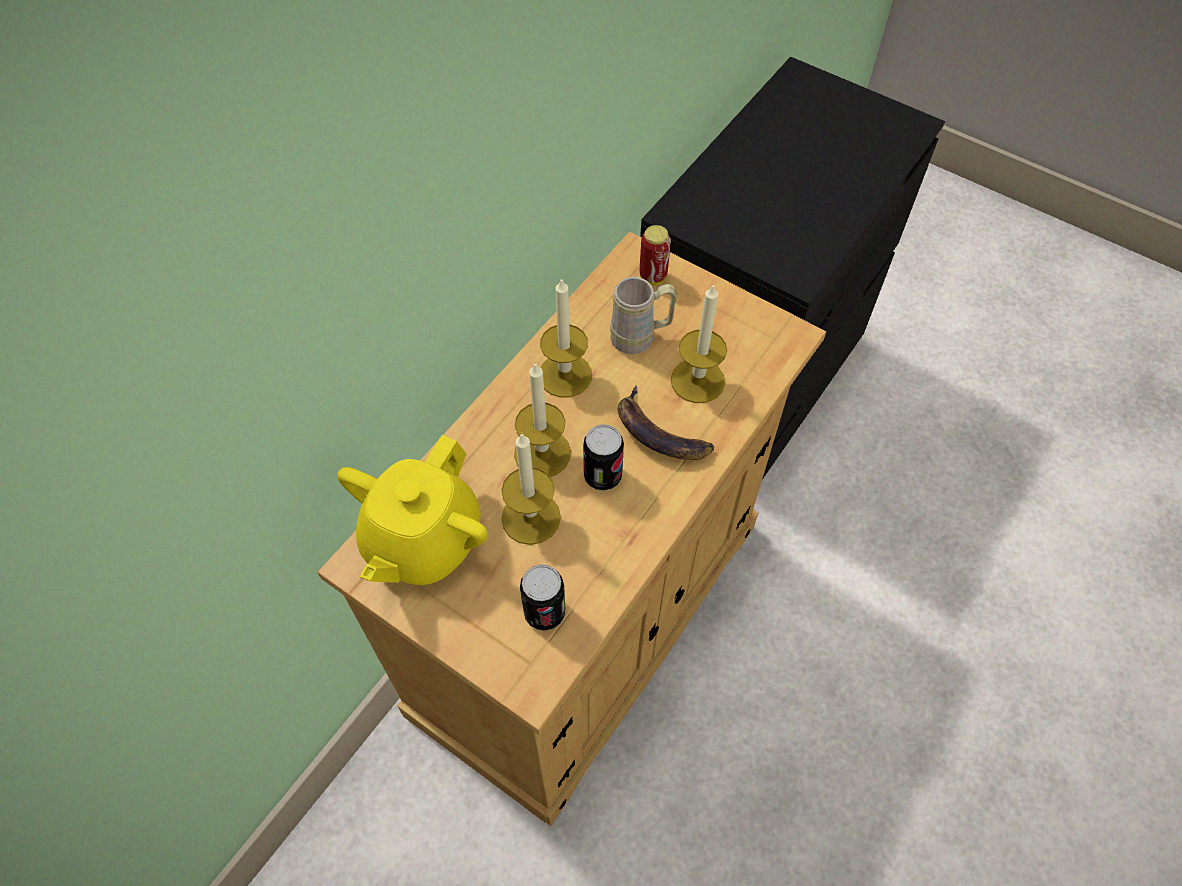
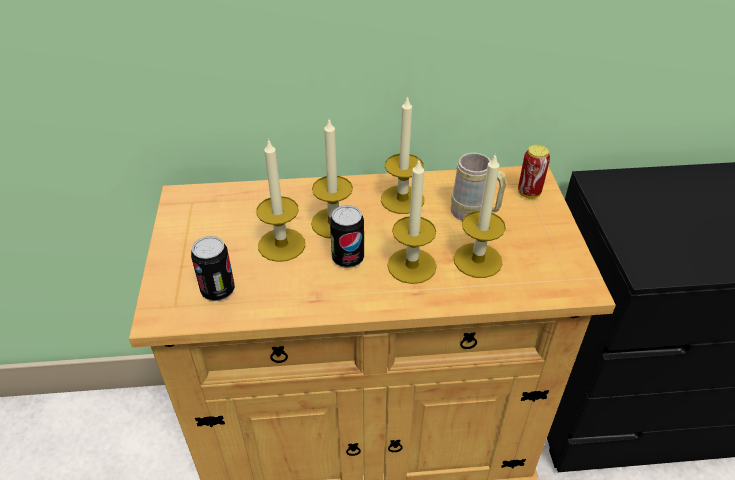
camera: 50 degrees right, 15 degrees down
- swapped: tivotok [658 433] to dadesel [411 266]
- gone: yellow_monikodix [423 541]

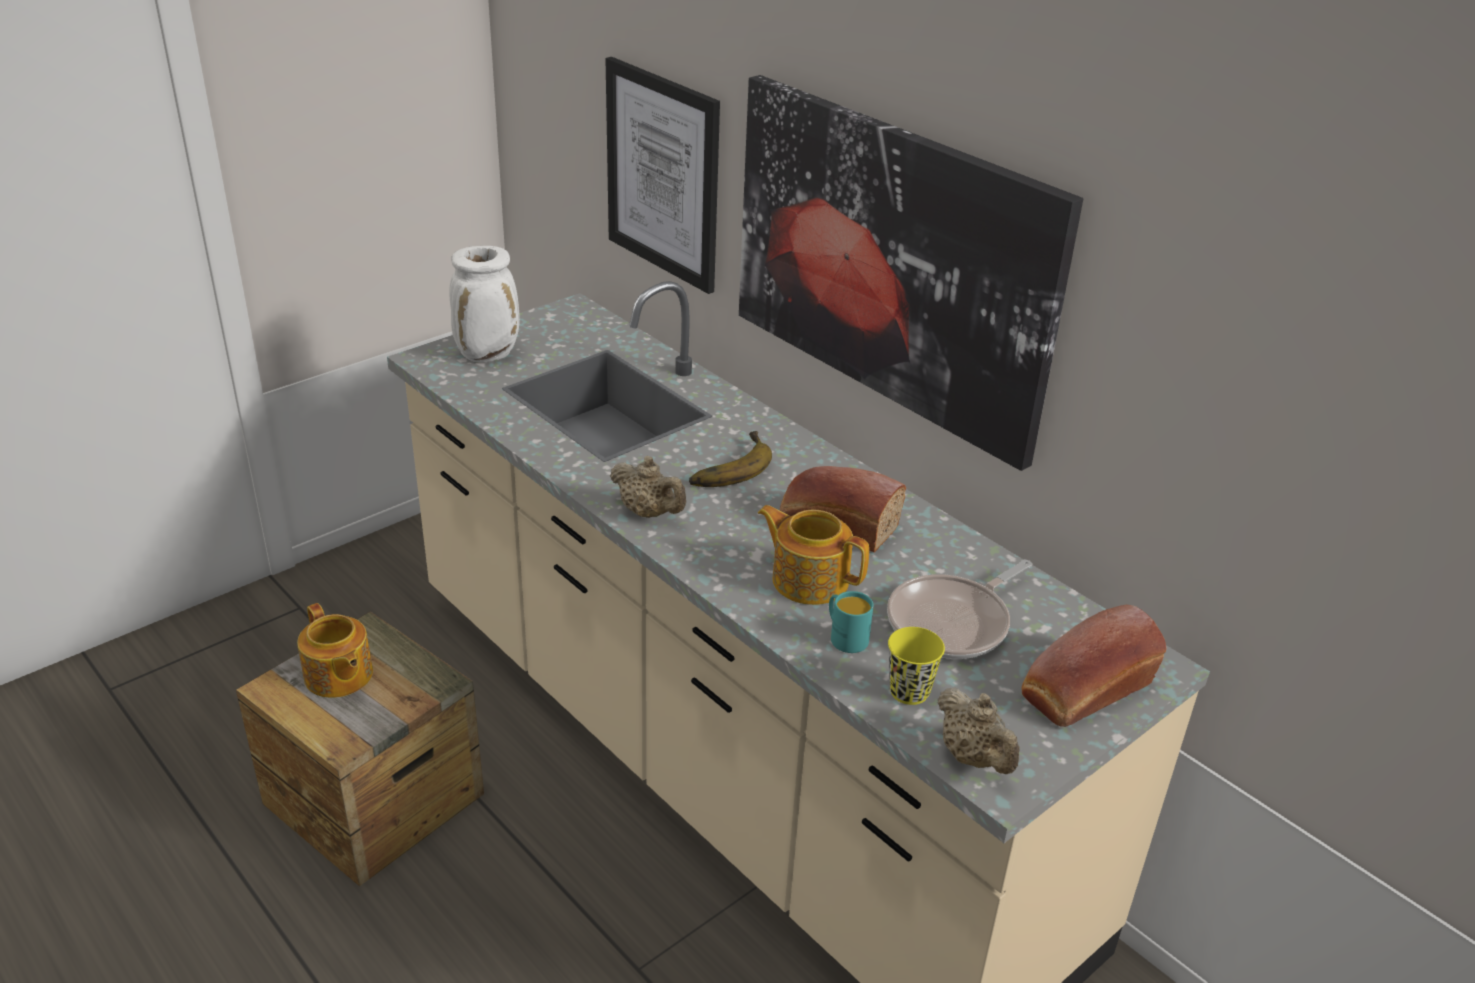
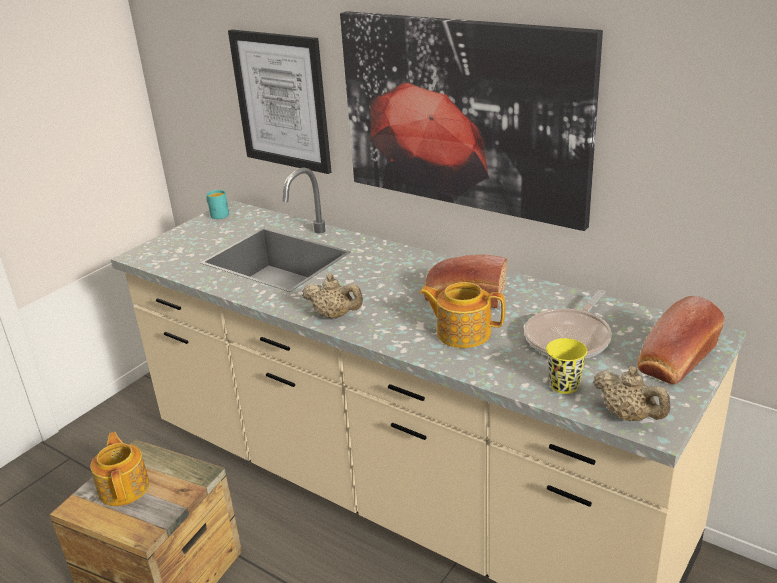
camera: 10 degrees left, 5 degrees down
- rotated: monikodix [338 676] = [125 487] 150 degrees counterclockwise
- shifted: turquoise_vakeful [844 637] to [217 214]
- gone: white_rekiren [488 354]
- gone: tivotok [726 466]

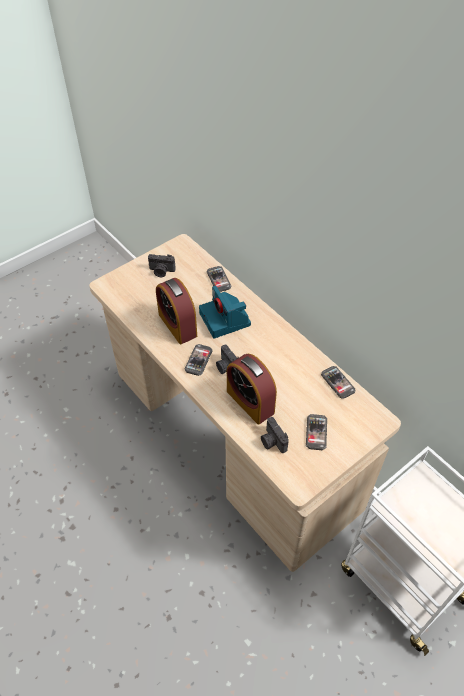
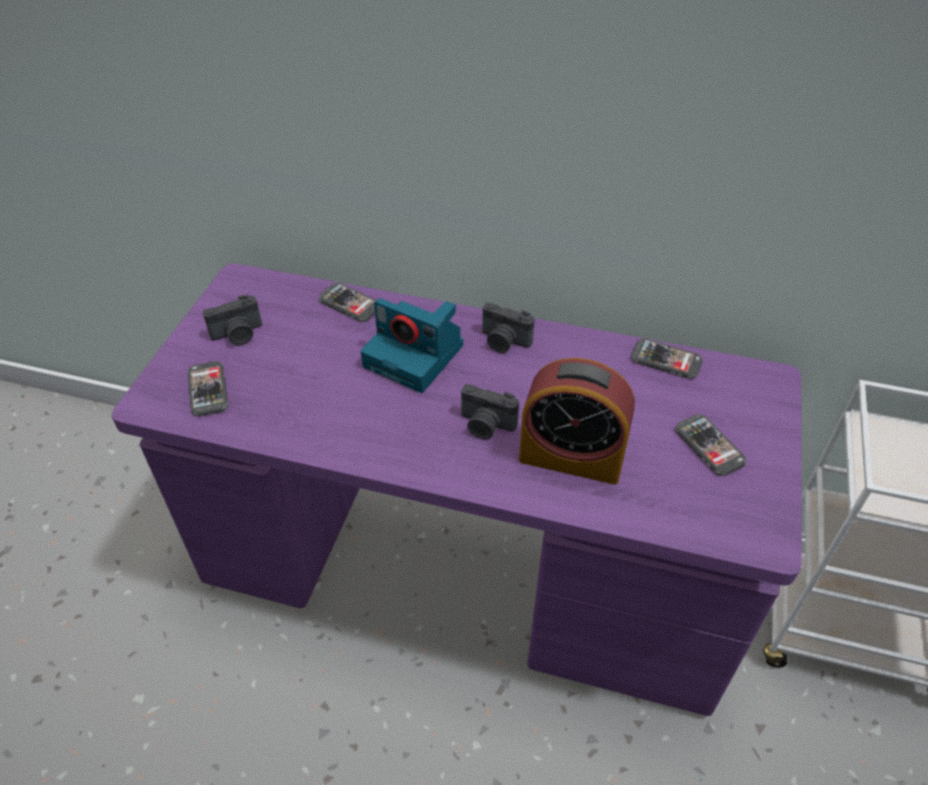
camera: 35 degrees left, 5 degrees down
- repainted: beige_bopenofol [232 439] to purple_bopenofol [464 574]
- shifted: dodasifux [198 360] to [208 390]
- shifted: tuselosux [272 442] to [503 342]
- gone: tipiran [177 325]

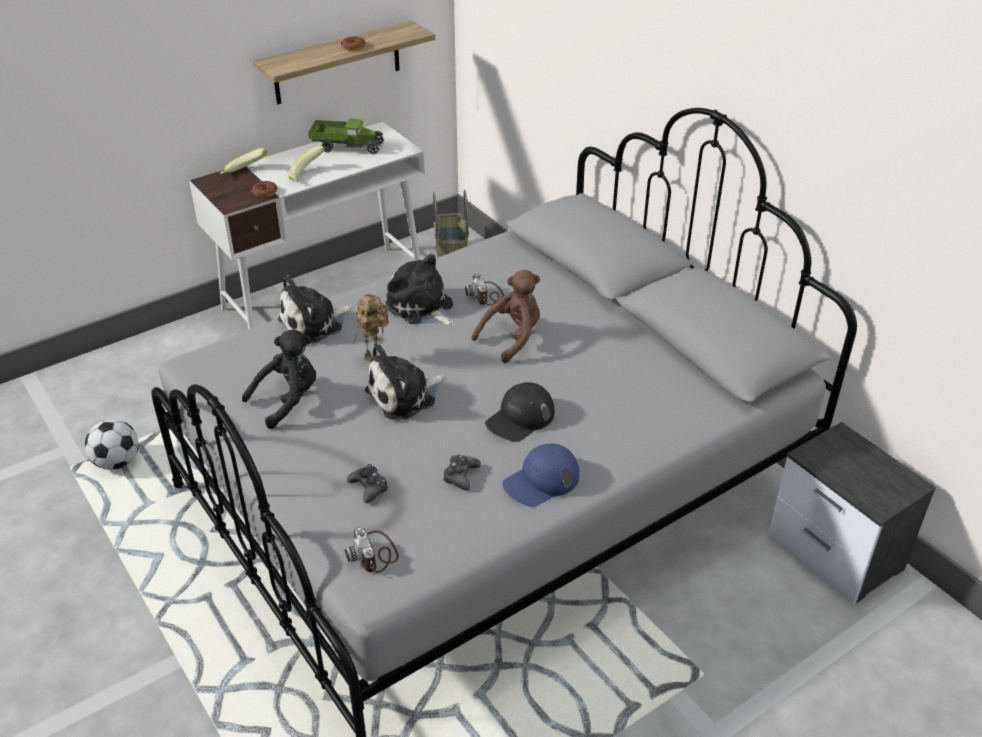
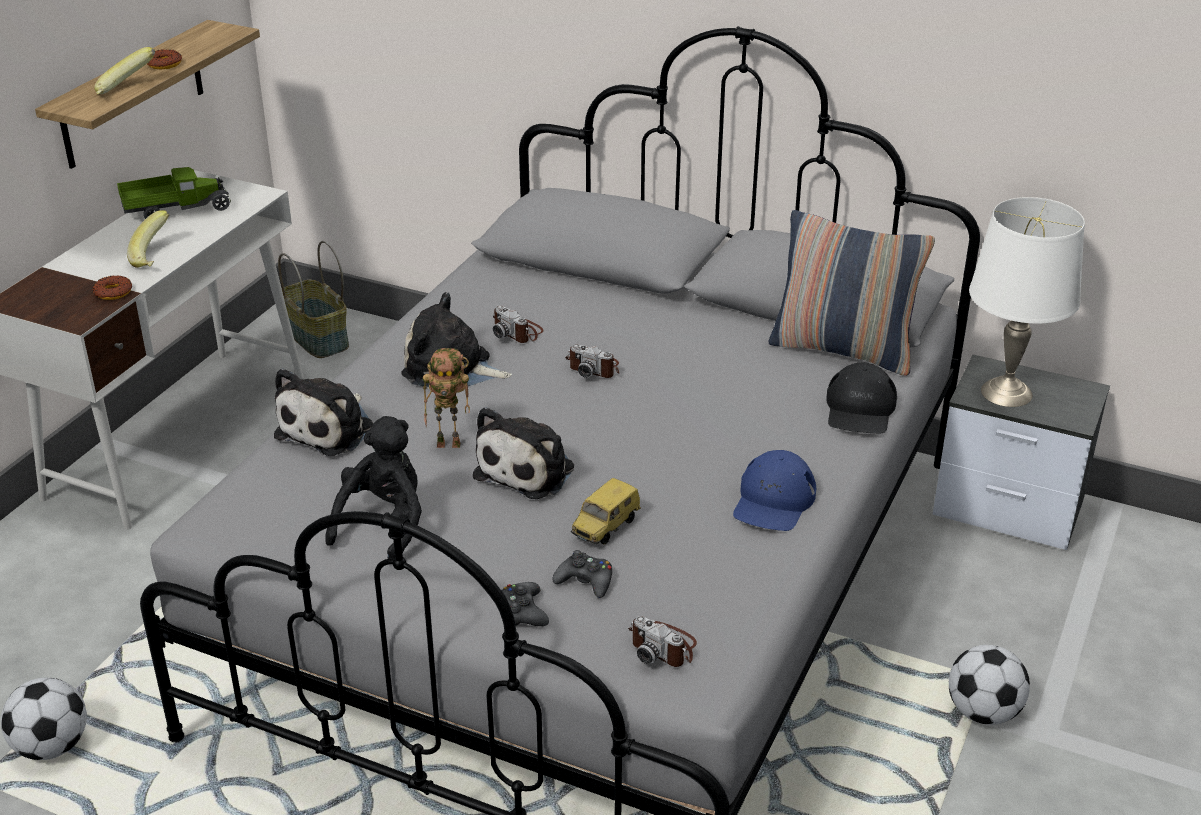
camera: 30 degrees left, 5 degrees down
- shifted: tivotok [245 173] to [126 91]
- shifted: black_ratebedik [461 476] to [523 612]
- swapped: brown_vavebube [512 338] to tuselosux [594 367]
- new: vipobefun [606 528]
- new: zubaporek [843 350]
- shifted: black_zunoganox [520 418] to [860 409]
- new: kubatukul [983 712]
- new: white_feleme [1007 393]

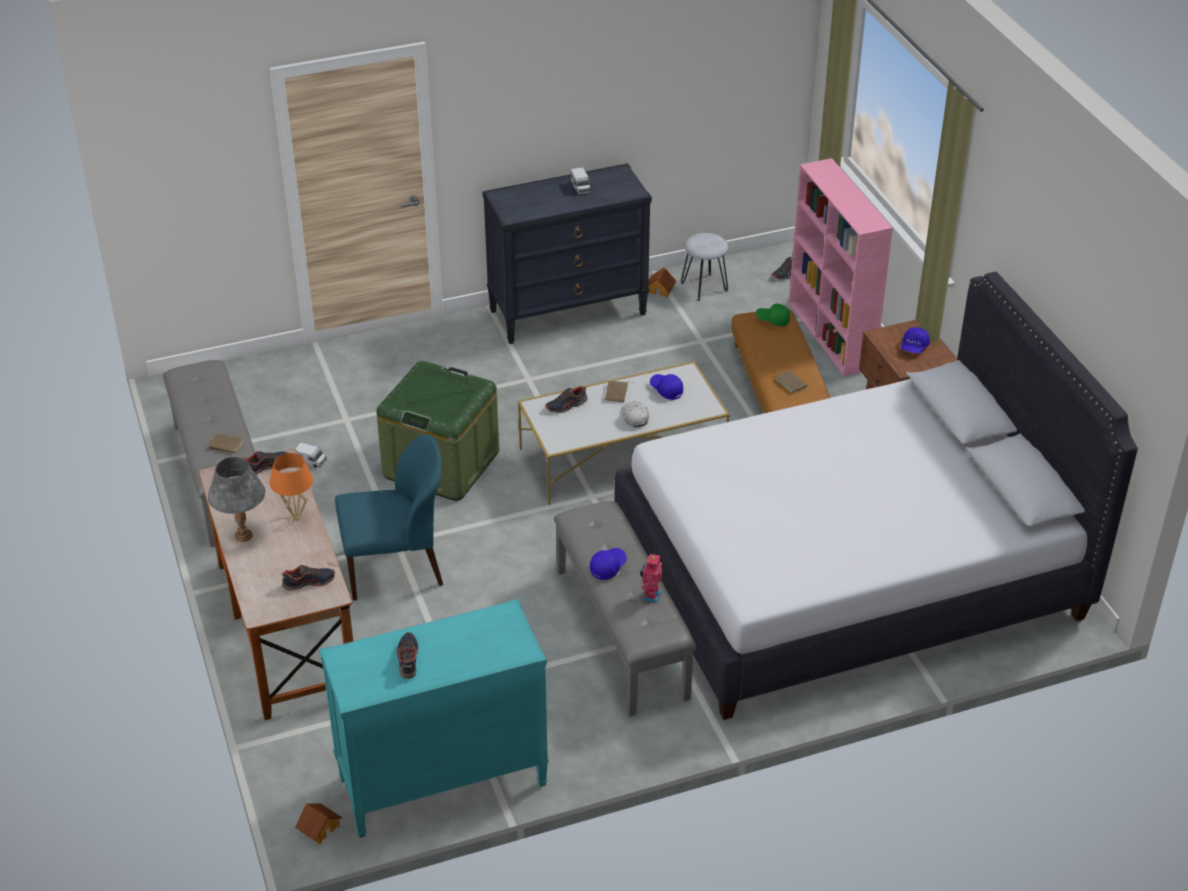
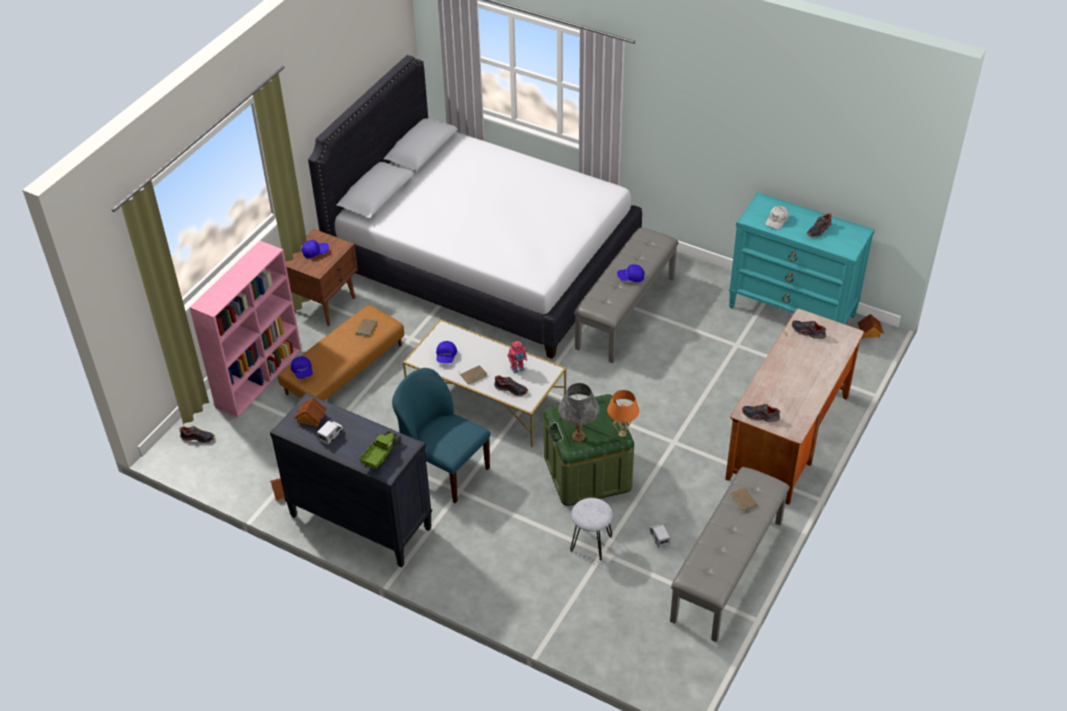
camera: 130 degrees left, 5 degrees up
- repainted: green_zunoganox [773 319] to blue_zunoganox [302 372]
- new: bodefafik [311 418]
- new: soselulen [381 455]
- shifted: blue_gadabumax [395 568] to [444 469]
- shifted: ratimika [650 595] to [517 369]
- shifted: grey_feleme [243 535] to [578 436]
- shifted: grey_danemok [704 286] to [591 543]
- shifted: orange_feleme [296 517] to [622 434]
- shifted: white_zunoganox [634 417] to [777 220]

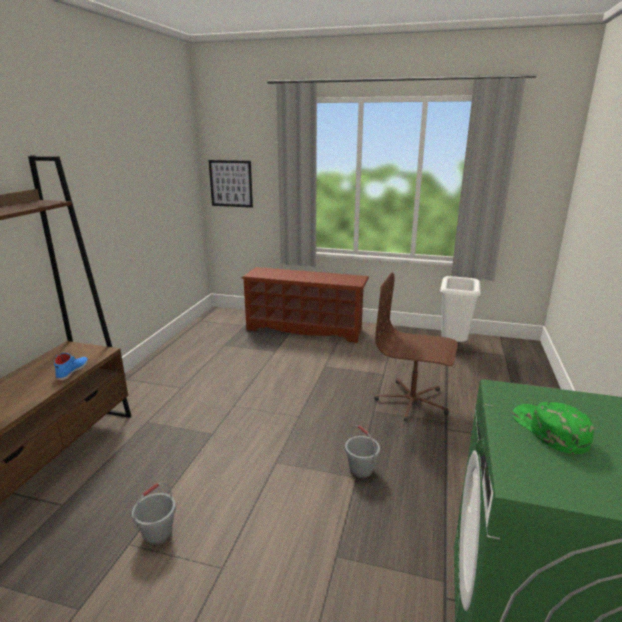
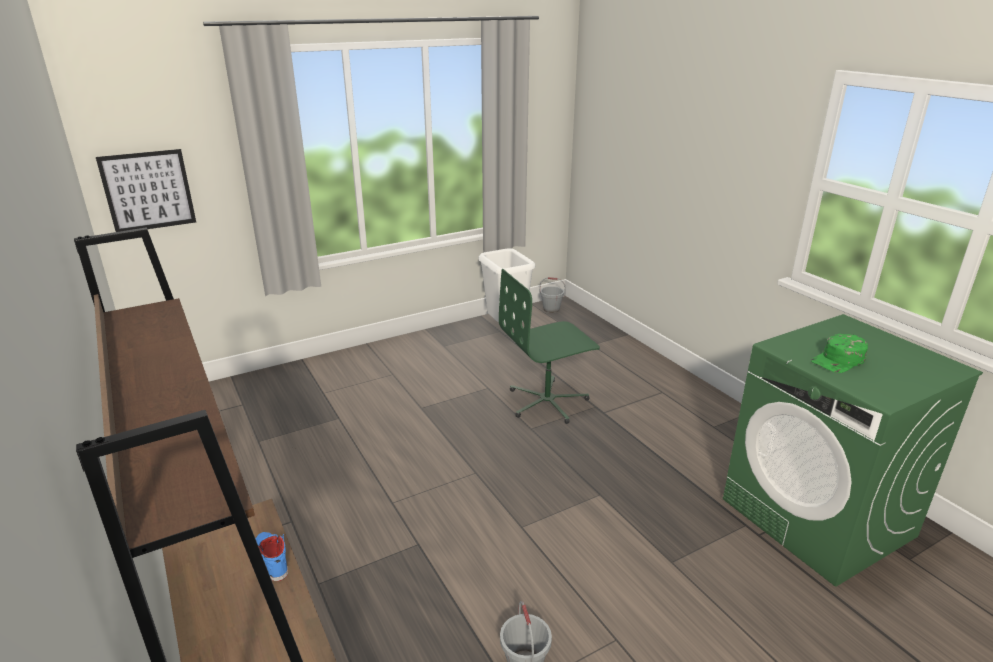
camera: 45 degrees left, 5 degrees up
- repainted: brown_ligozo [412 401] to green_ligozo [547 402]
- shifted: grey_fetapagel [361 470] to [551 309]
- rotated: green_zunoganox [549 430] = [839 360] 60 degrees counterclockwise
- gone: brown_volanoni [305 329]

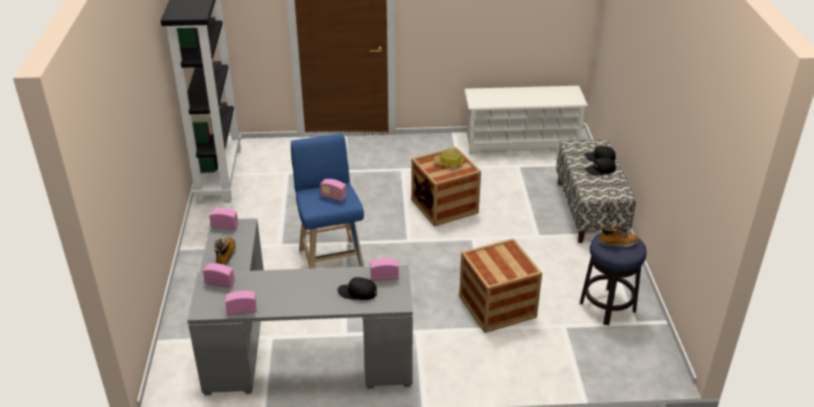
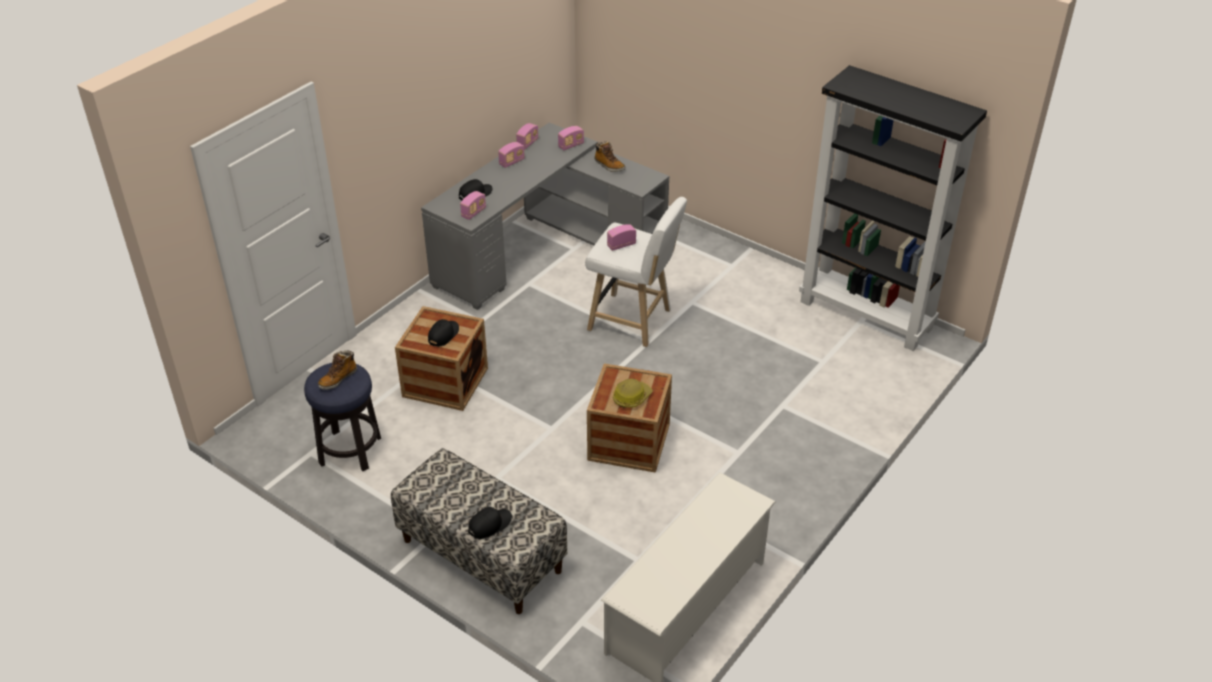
camera: 130 degrees right, 5 degrees up
- shifted: black_zunoganox [600 170] to [443 335]
- shifted: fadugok [225 226] to [512 162]
- repainted: blue_danemok [331 259] to white_danemok [634 321]

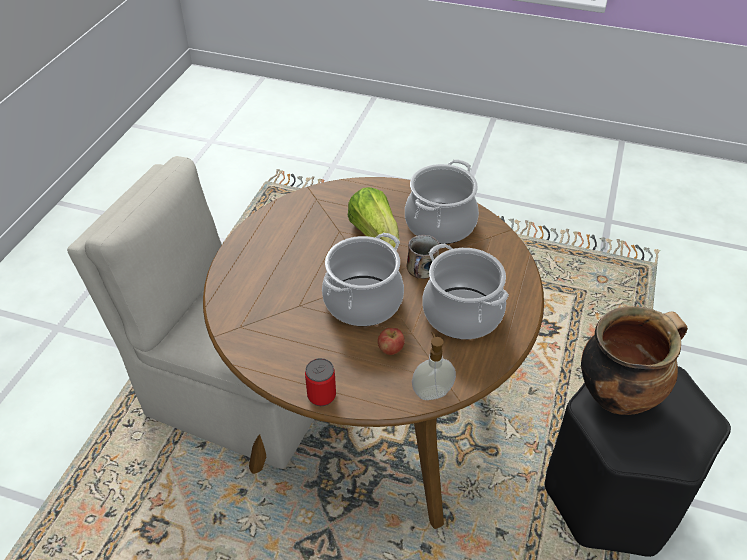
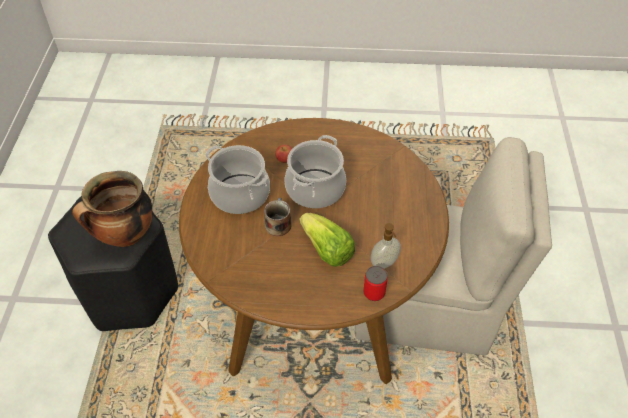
camera: 165 degrees right, 5 degrees up
- shifted: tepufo [321 395] to [374 293]
- shifted: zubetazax [432 392] to [384 264]
- gone: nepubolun [440 223]

